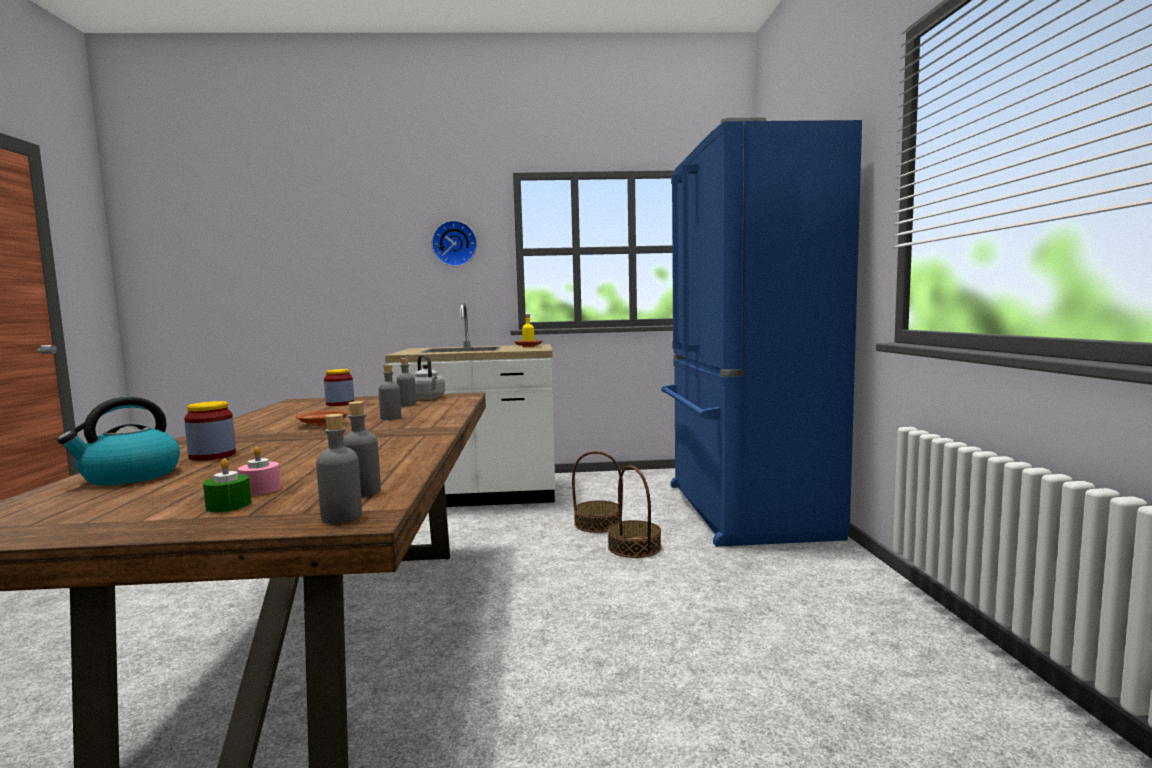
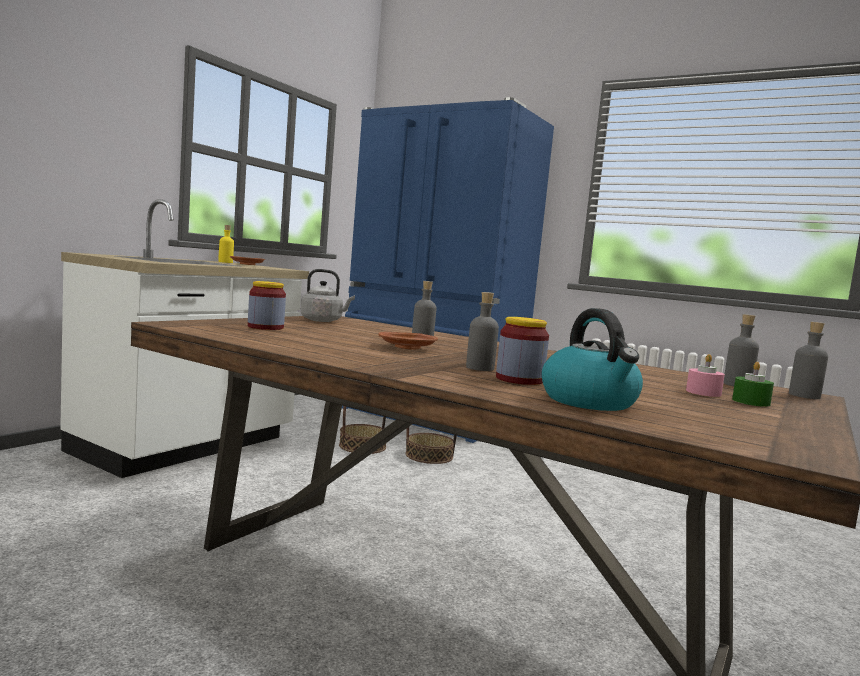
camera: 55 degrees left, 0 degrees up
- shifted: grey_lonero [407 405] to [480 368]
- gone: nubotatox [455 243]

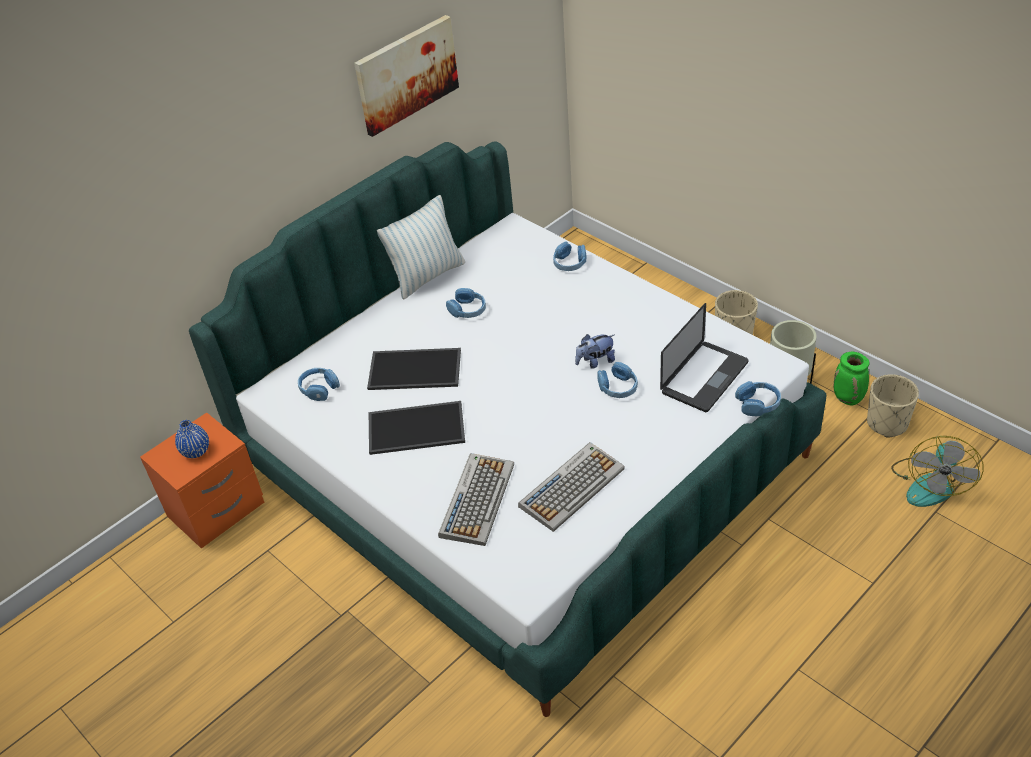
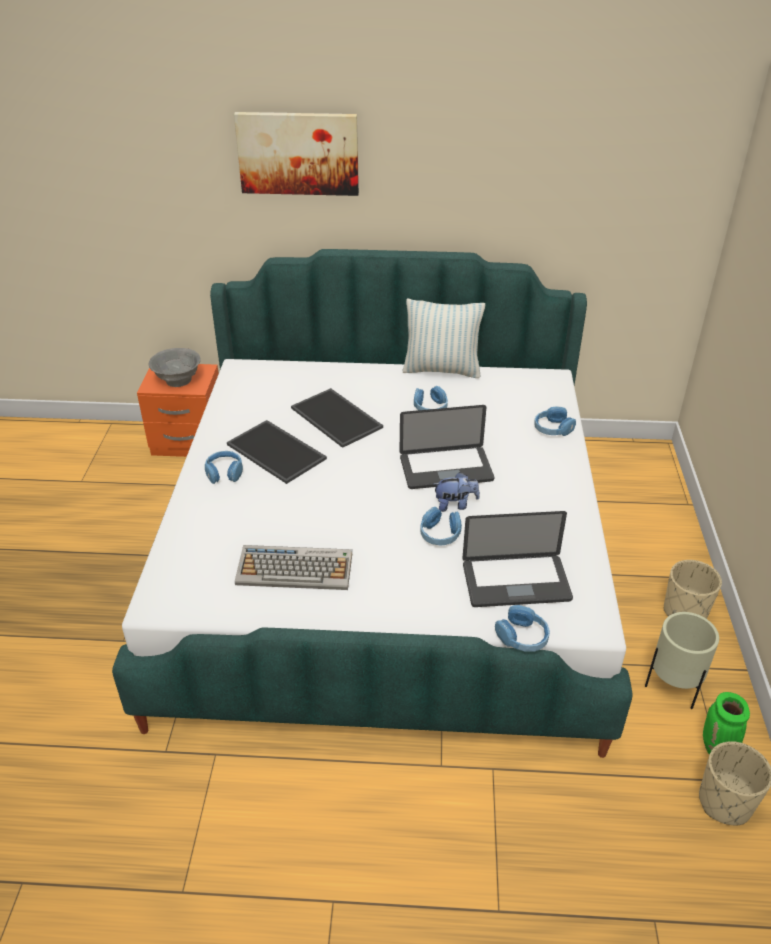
camera: 45 degrees right, 5 degrees down
- swapped: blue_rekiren [196 451] to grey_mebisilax [178 380]
- shifted: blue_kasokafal [319 388] to [224 472]
- shifted: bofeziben [406 74] to [298 153]
- new: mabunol [446 469]
- rotated: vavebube [595 362] = [455 505] 150 degrees clockwise
- gone: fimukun [477 499]
- gone: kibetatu [930 483]

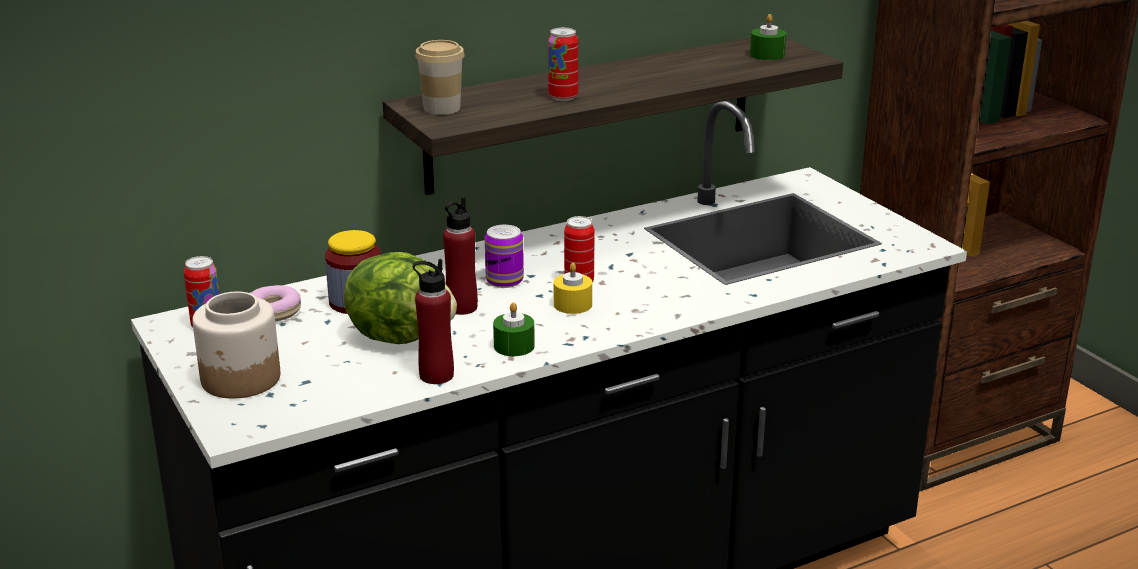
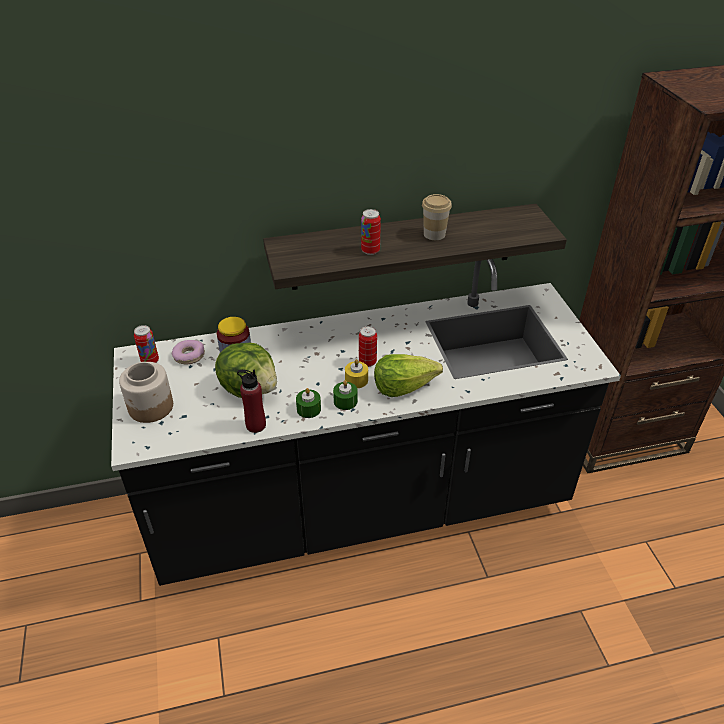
camera: 15 degrees right, 15 degrees up
- shifted: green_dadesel [767 55] to [345 401]
- new: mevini [403 386]
- shifted: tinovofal [442 108] to [434 234]
- gone: red_lonero [461 307]
- gone: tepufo [504 280]

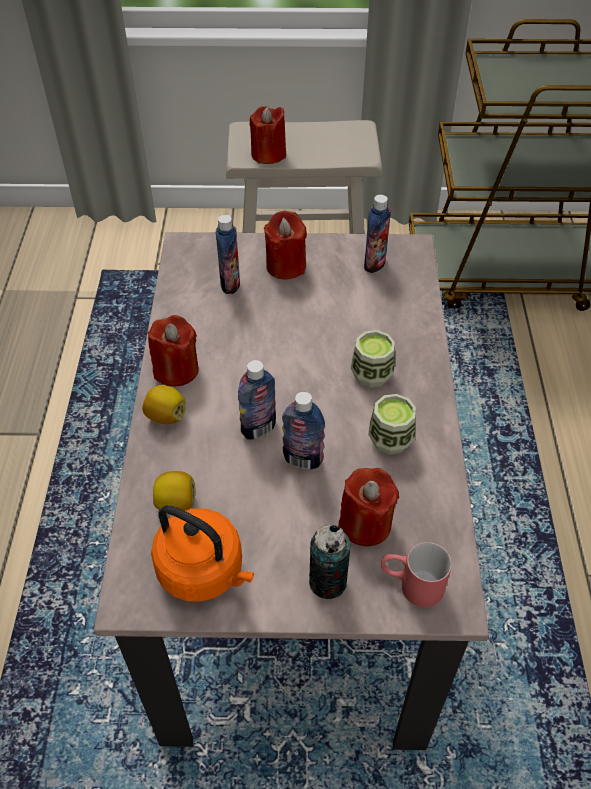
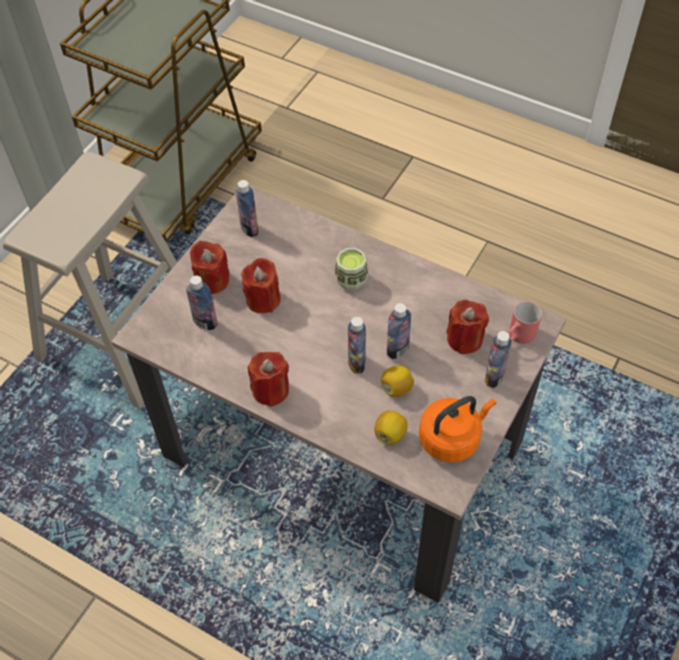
camera: 60 degrees left, 5 degrees up
- shifted: red_dadesel [268 154] to [263 299]
- shifted: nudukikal [166 416] to [396 388]
- swapped: tepufo [328 582] to lonero [494 377]
- gone: tinovofal [390 439]

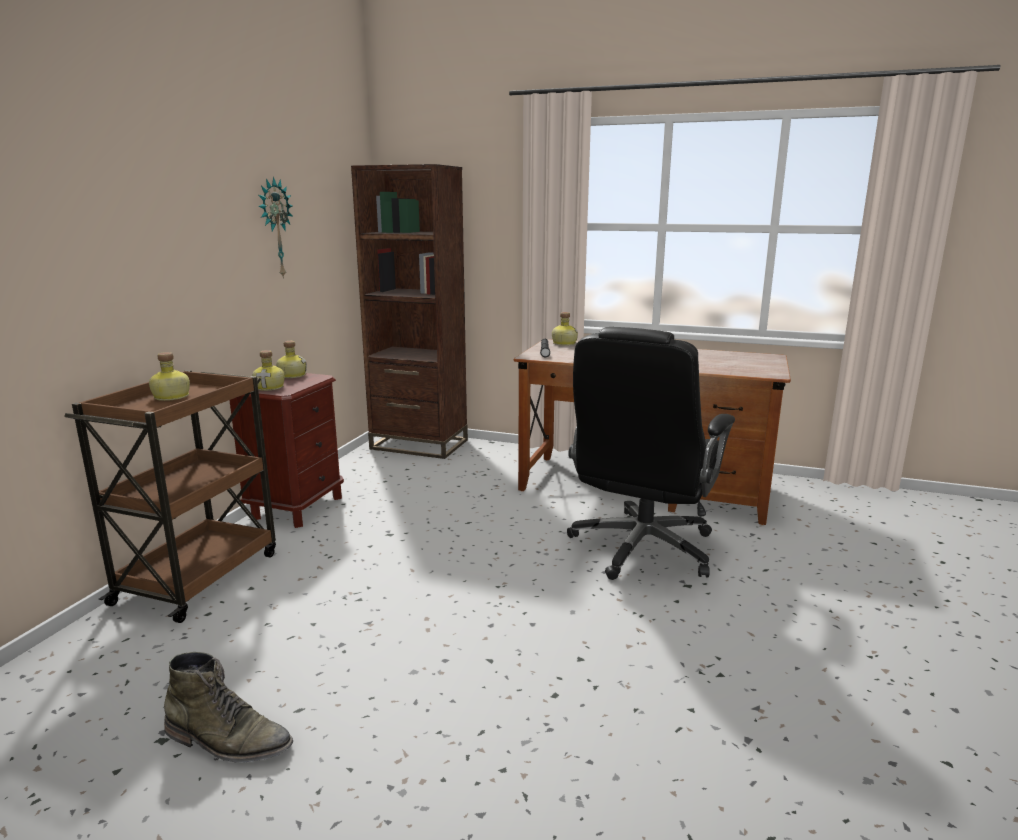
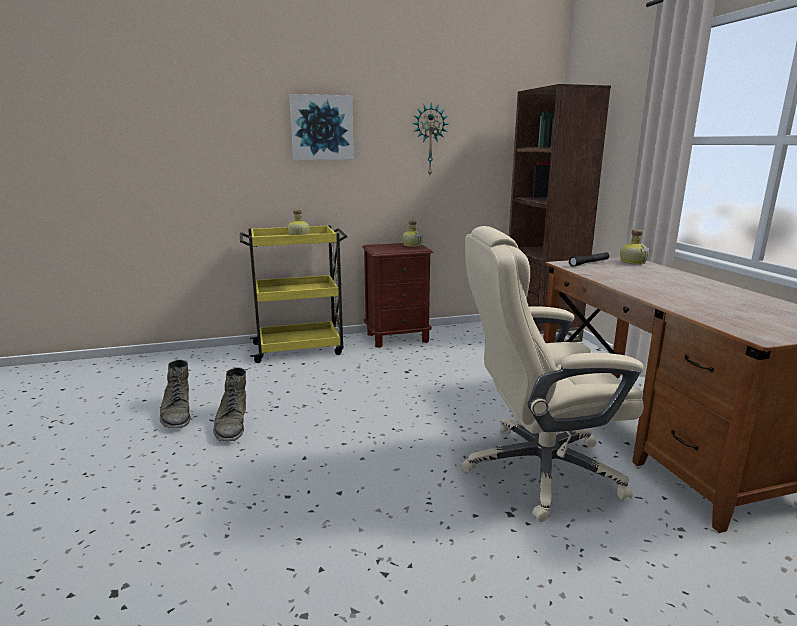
camera: 55 degrees right, 0 degrees up
- new: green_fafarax [232 424]
- repainted: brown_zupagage [200 576] to yellow_zupagage [299 348]
- new: bofeziben [322 127]
- repainted: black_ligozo [641 548] to beige_ligozo [538 470]
- gone: lonero [270 387]

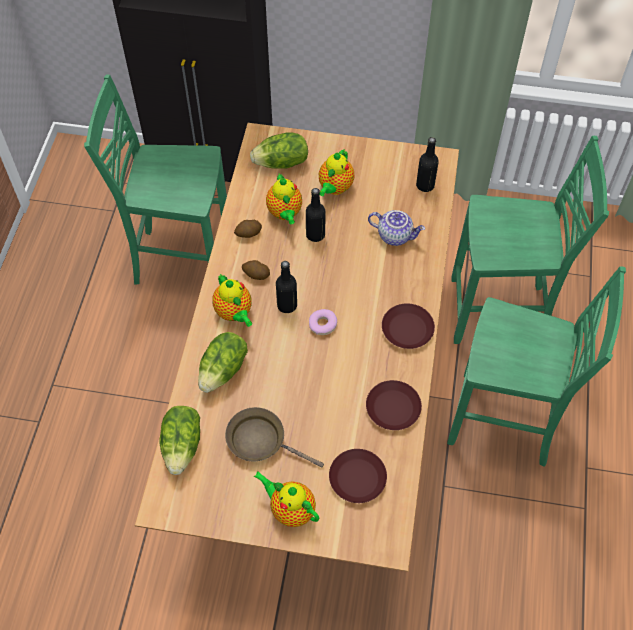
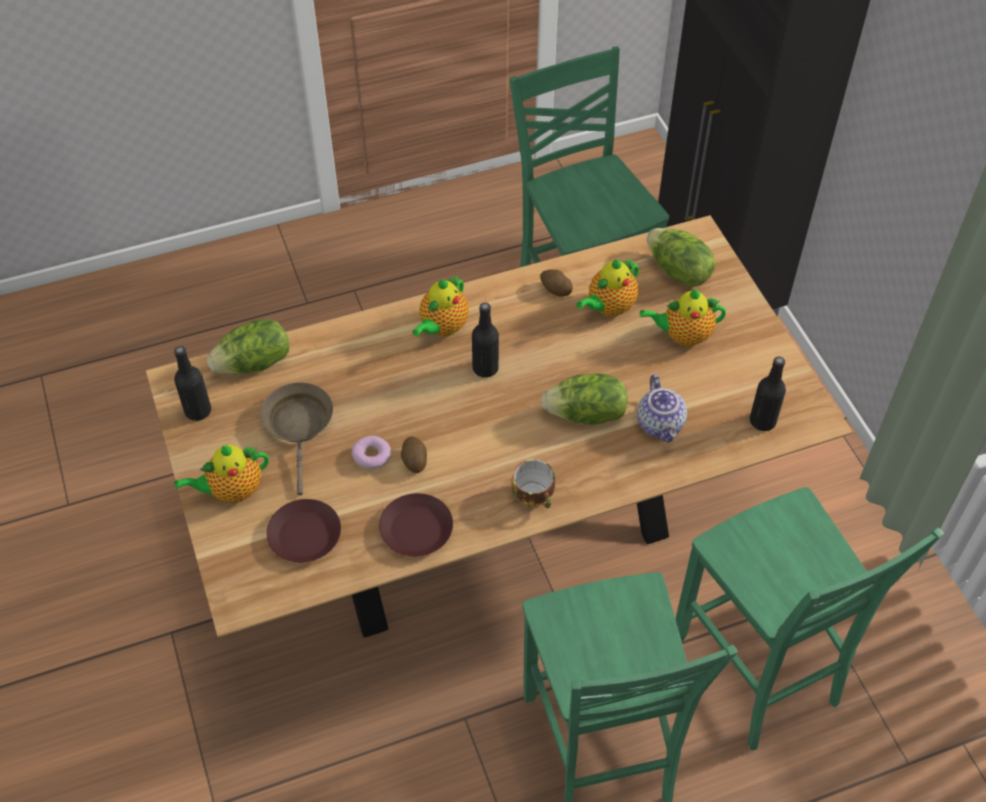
camera: 60 degrees right, 5 degrees down
- shifted: black_lonero [315 235] to [198 411]
- rotated: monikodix [290 509] = [232 490] 120 degrees counterclockwise
- shifted: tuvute [322 324] to [372 456]
- shifted: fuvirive [256 275] to [414 460]
- swapped: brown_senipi [407 329] to tinovofal [535 496]
- shifted: mevini [224 370] to [586 415]

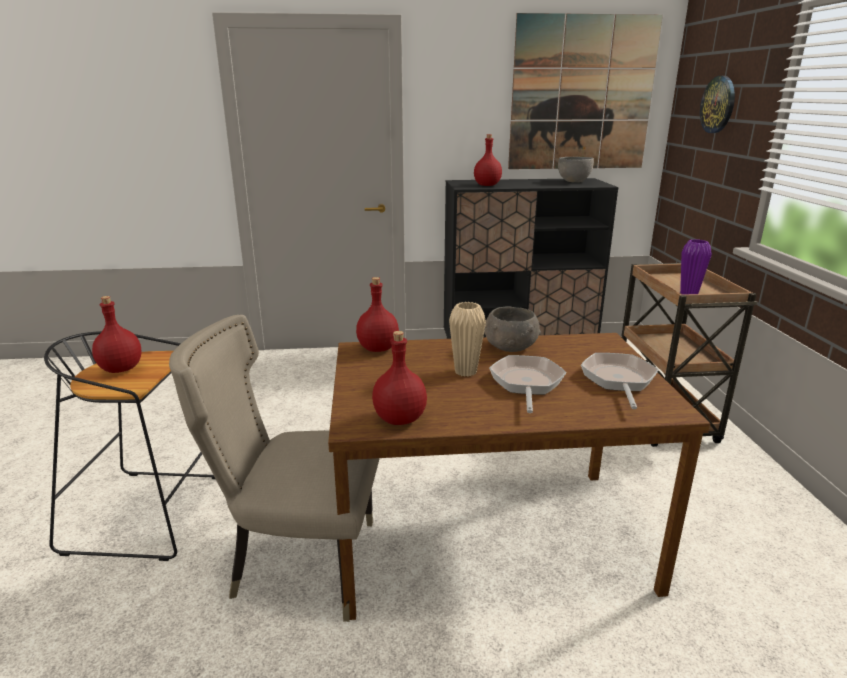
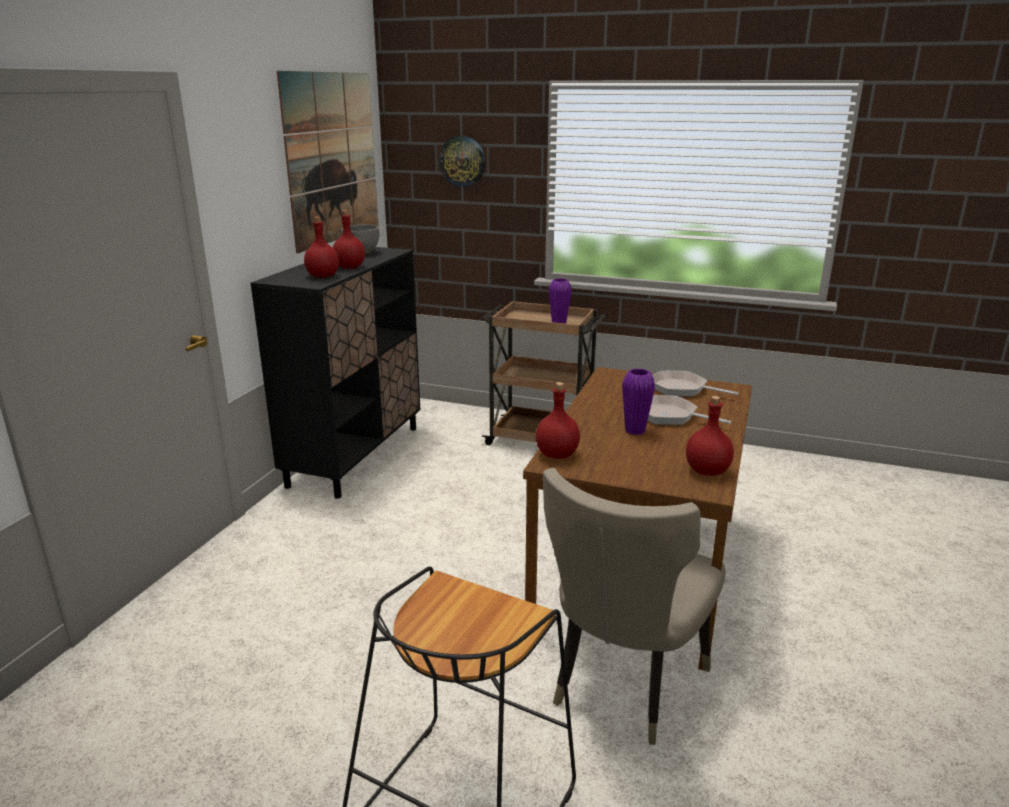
camera: 65 degrees left, 0 degrees up
- shifted: red_lonero [121 368] to [349 267]
- repainted: beige_rekiren [465 372] to purple_rekiren [635 431]
- gone: grey_mebisilax [509 347]

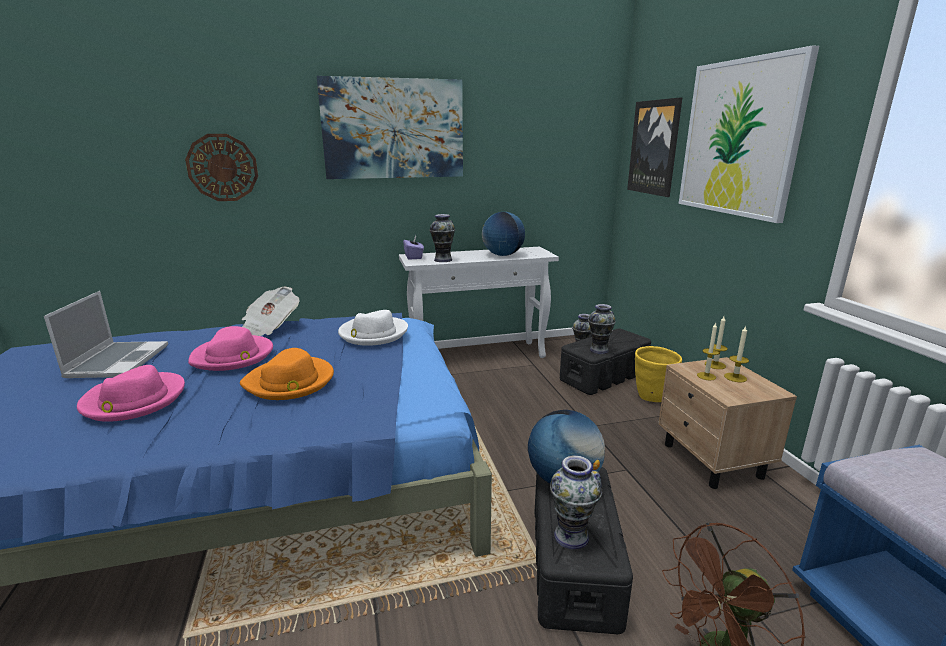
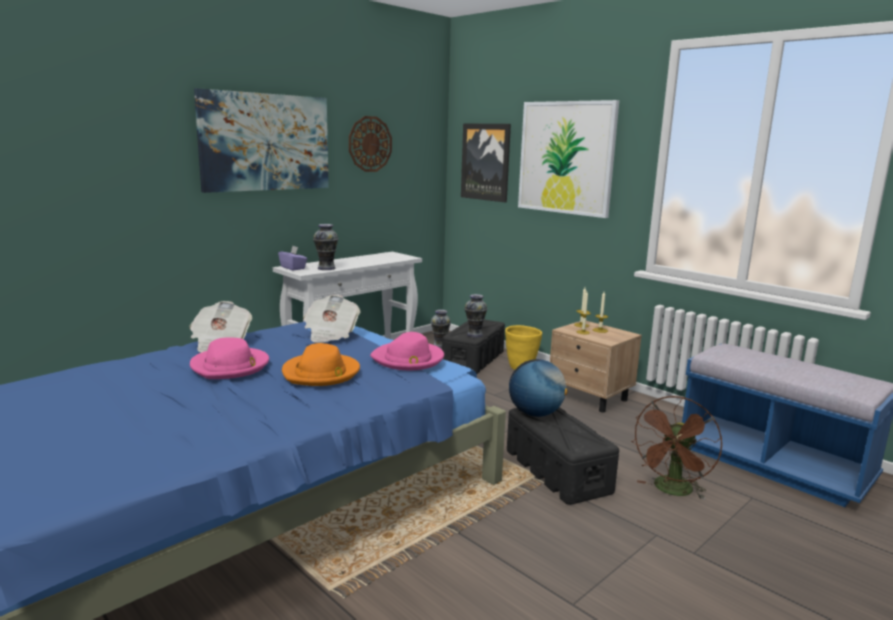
camera: 30 degrees left, 5 degrees down
- swapped: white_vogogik [373 333] to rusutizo [330 334]
- shifted: nubotatox [222 168] to [370 144]
- shifted: pink_vogogik [133 400] to [408 359]
- gone: mabunol [118 361]
- gone: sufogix [502 255]
- gone: rekiren [571 536]

